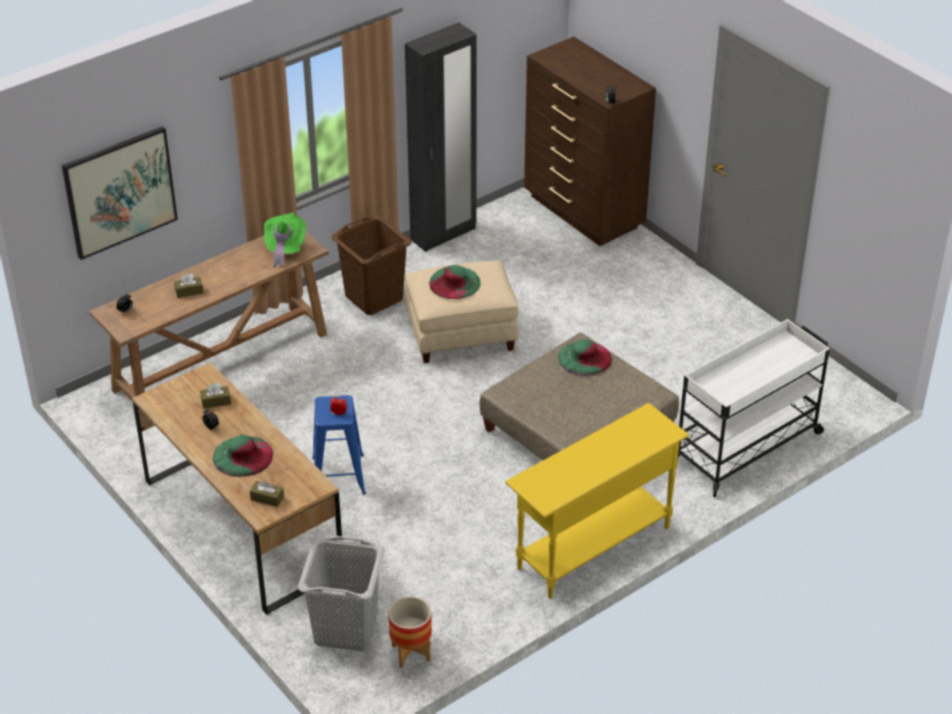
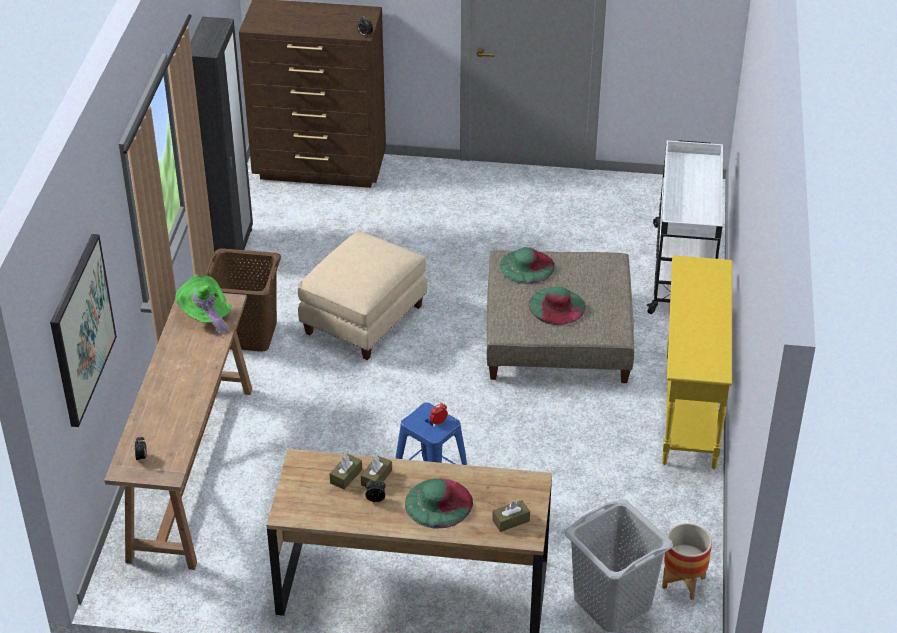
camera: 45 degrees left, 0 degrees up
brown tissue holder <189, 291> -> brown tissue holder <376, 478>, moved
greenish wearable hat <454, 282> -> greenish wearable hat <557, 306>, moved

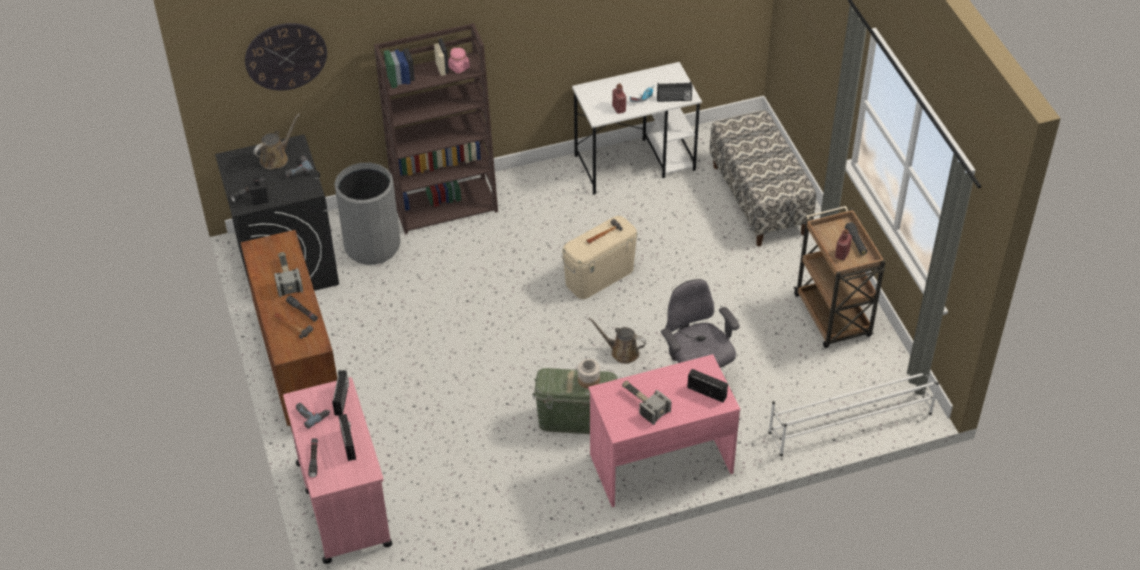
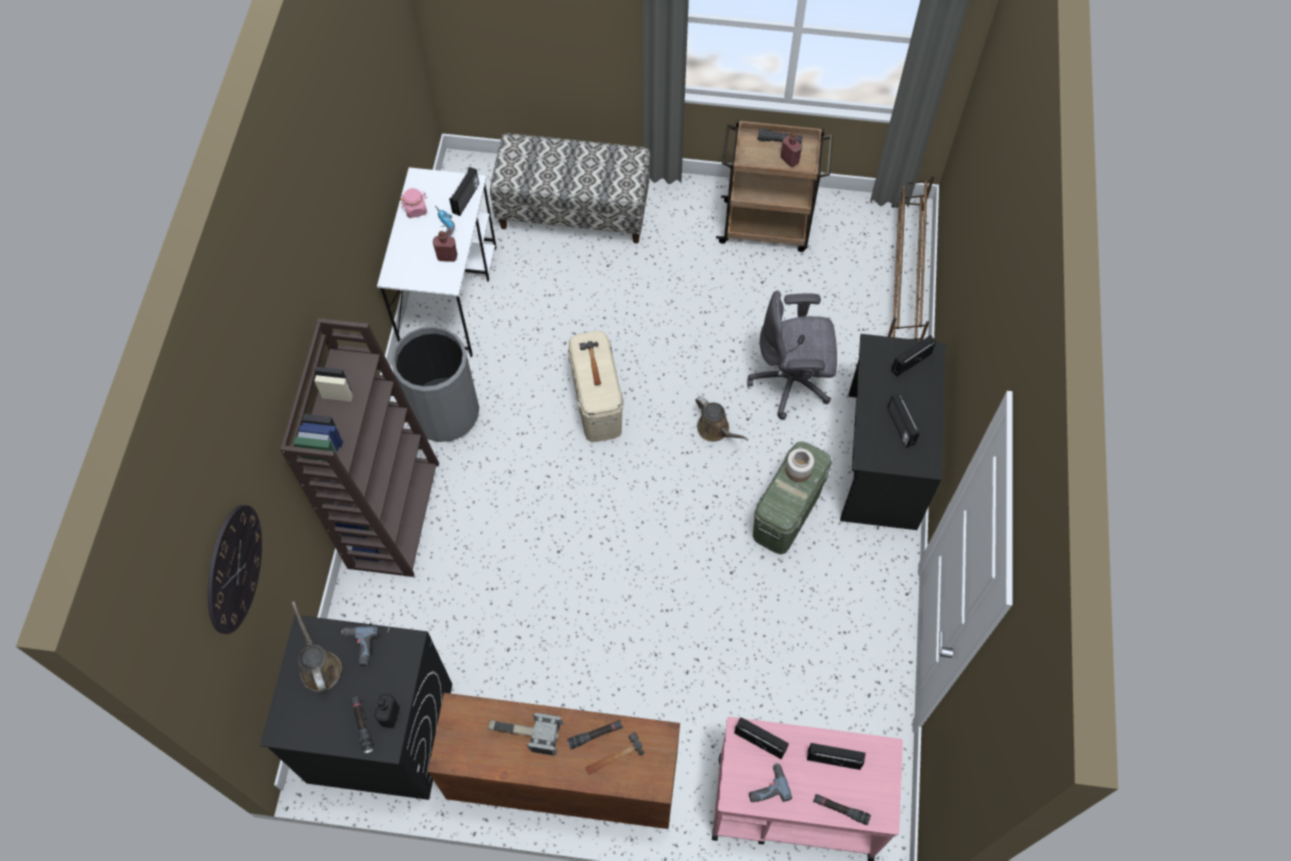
camera: 65 degrees left, 15 degrees up
gray rubbish bin <372, 245> -> gray rubbish bin <444, 412>, moved
pinkish preserve jar <459, 67> -> pinkish preserve jar <416, 209>, moved
brown sprinkling can <622, 352> -> brown sprinkling can <715, 430>, 90 degrees counterclockwise
pinkish desk <660, 463> -> black desk <879, 460>
tool hammer <643, 403> -> radio set <900, 427>
white-coloured shoe stand <849, 423> -> brown shoe stand <904, 277>

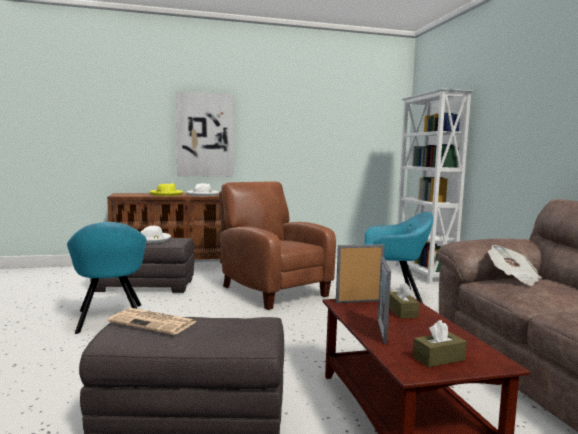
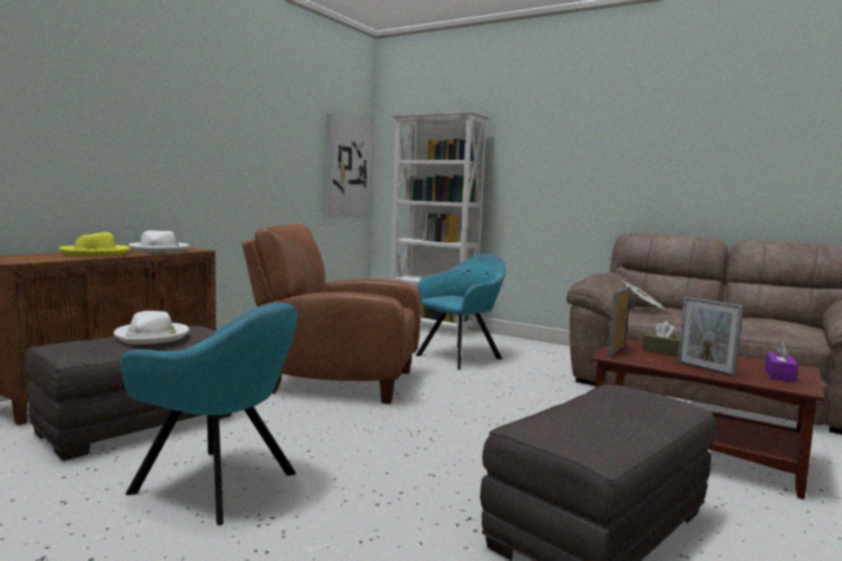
camera: 45 degrees left, 0 degrees up
wall picture <205, 135> -> wall picture <347, 168>, moved
brown tissue holder <438, 358> -> purple-coloured tissue holder <779, 375>
daily paper <154, 322> -> none

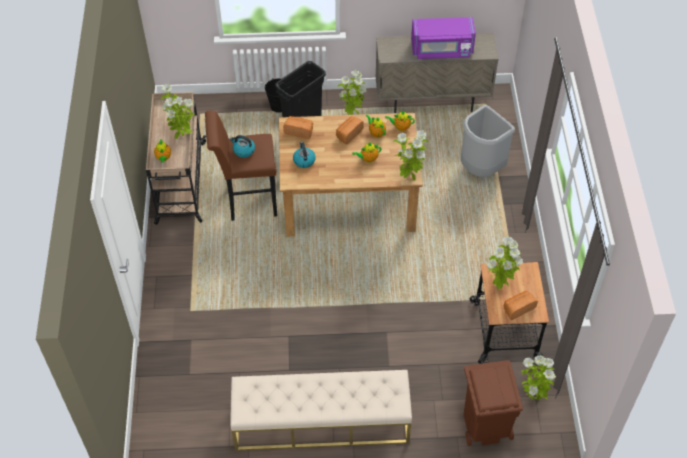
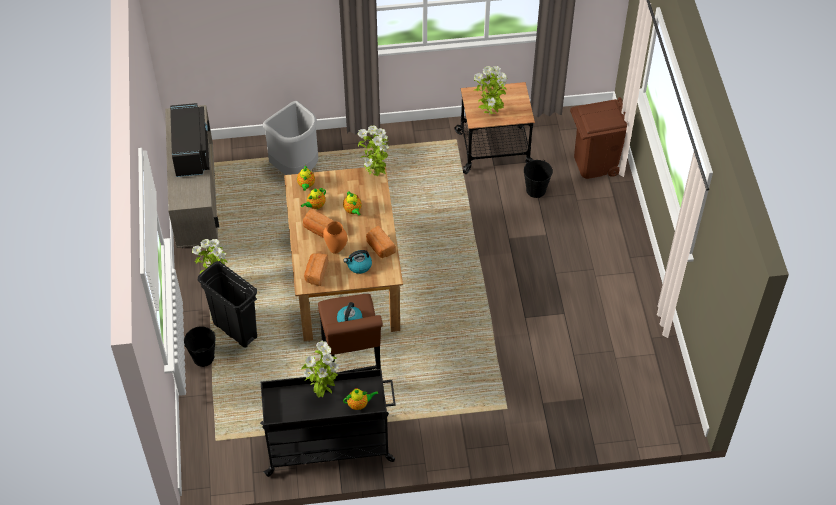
camera: 95 degrees left, 0 degrees up
purple-coloured microwave oven <441, 50> -> black microwave oven <191, 151>
sand-coloured cart <180, 183> -> black cart <330, 445>
none -> orange flower vase <336, 249>
bakery bread <518, 308> -> bakery bread <380, 247>, moved
none -> black bucket <535, 190>
sand-coloured indoor bench <321, 422> -> none
potted plant <533, 397> -> none

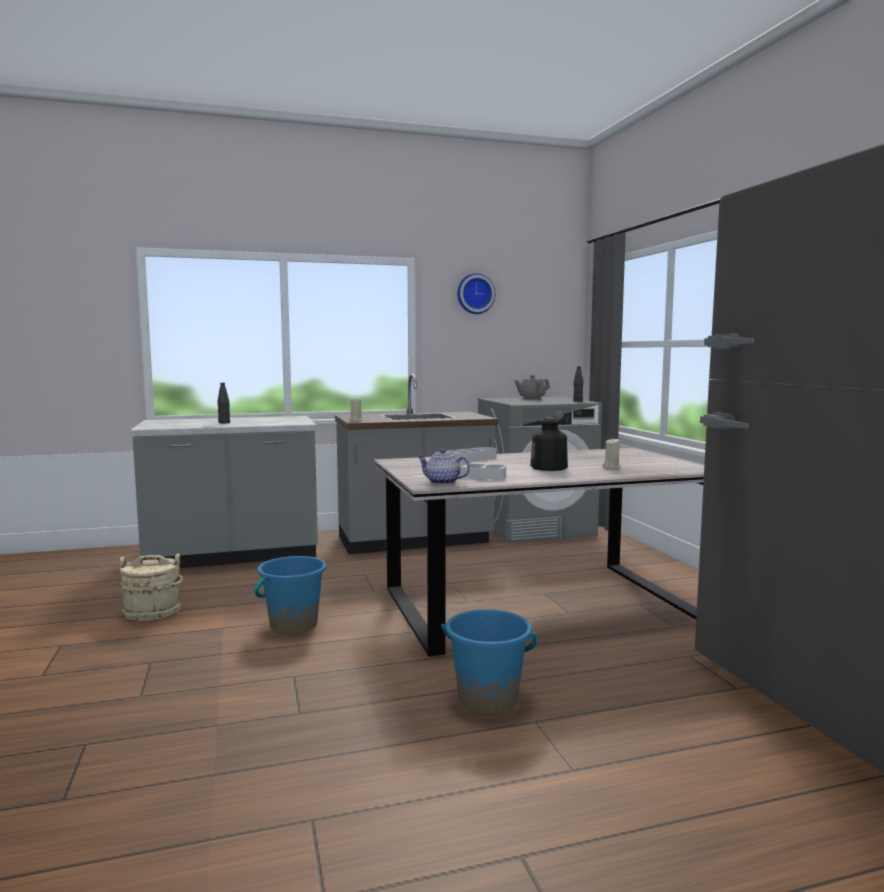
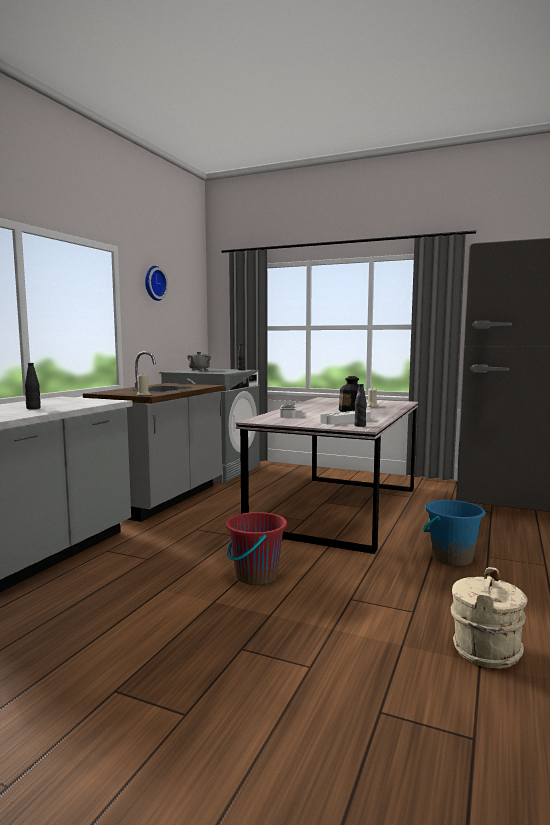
camera: 50 degrees left, 0 degrees up
bluish bucket <293, 625> -> red-coloured bucket <256, 576>
teapot <442, 482> -> black beverage bottle <360, 425>
sand-coloured bucket <153, 612> -> sand-coloured bucket <484, 650>, moved

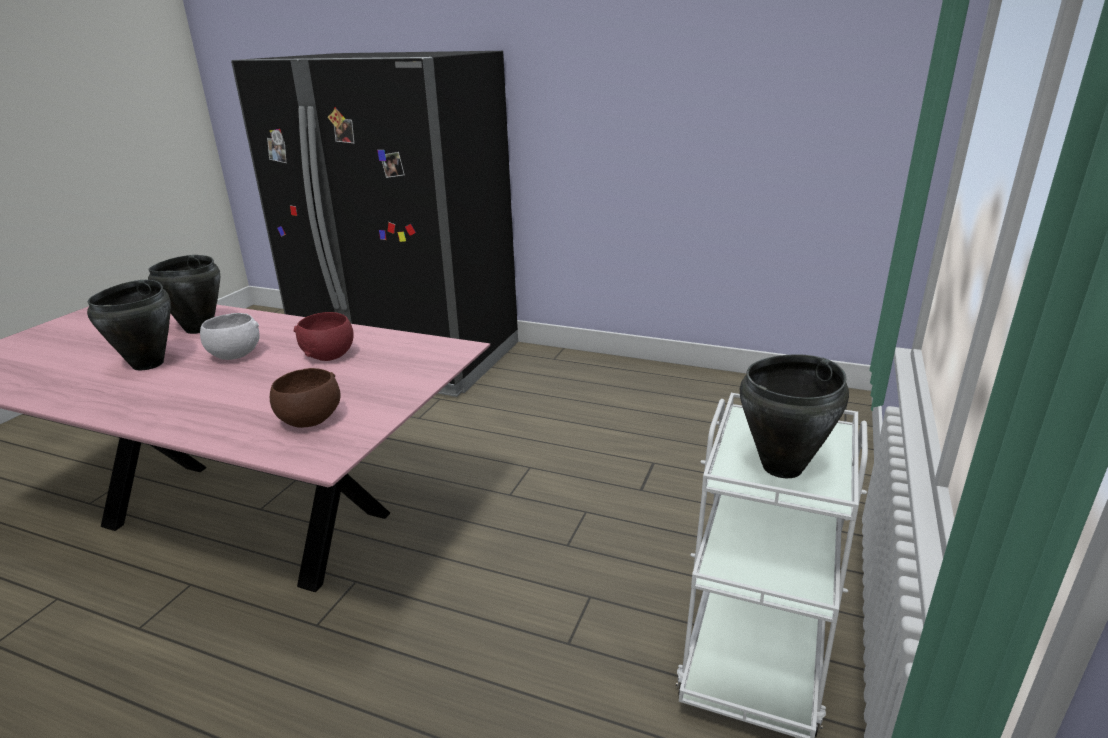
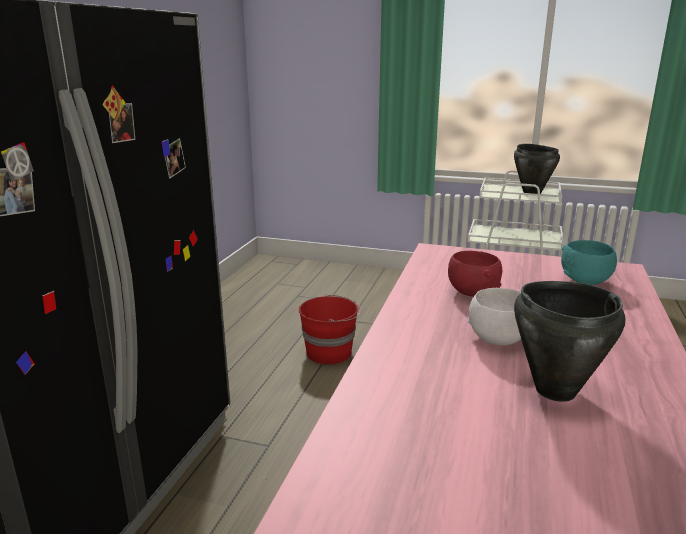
camera: 95 degrees left, 5 degrees down
none -> red-coloured bucket <330, 352>
brown bowl <309, 421> -> turquoise-coloured bowl <586, 281>
black stockpot <198, 329> -> none

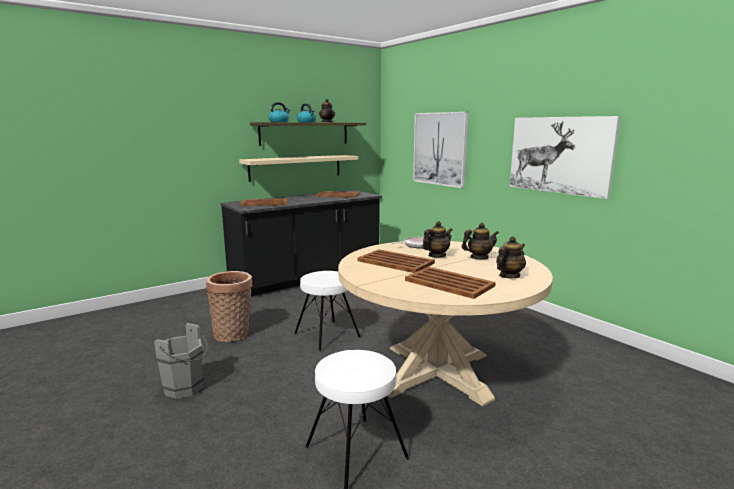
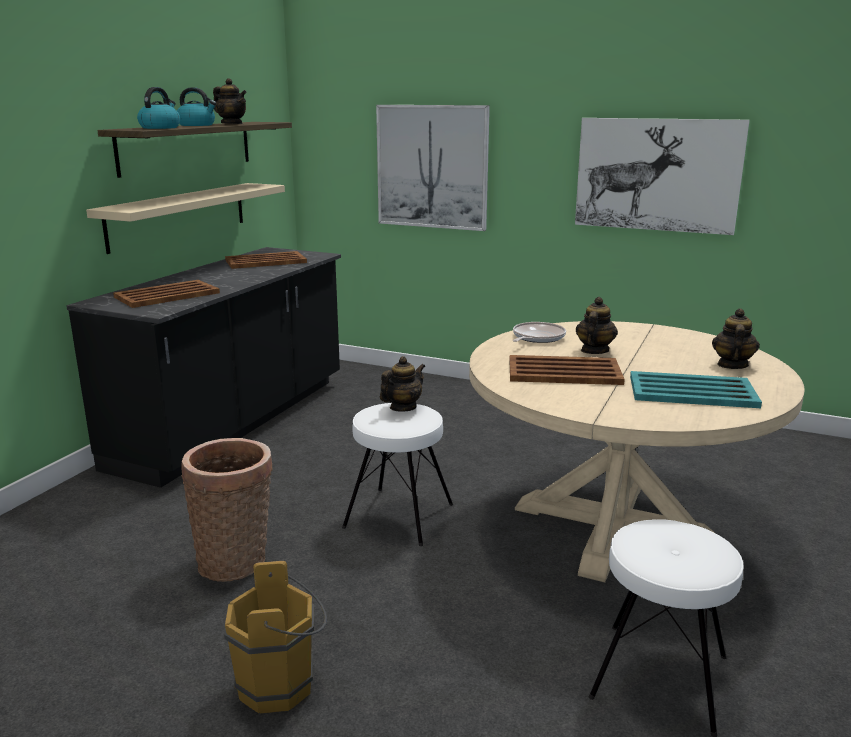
camera: 30 degrees left, 5 degrees up
gray bucket <186, 388> -> brown bucket <282, 686>
teapot <479, 257> -> teapot <402, 407>, moved
brown tray <448, 283> -> turquoise-coloured tray <690, 391>

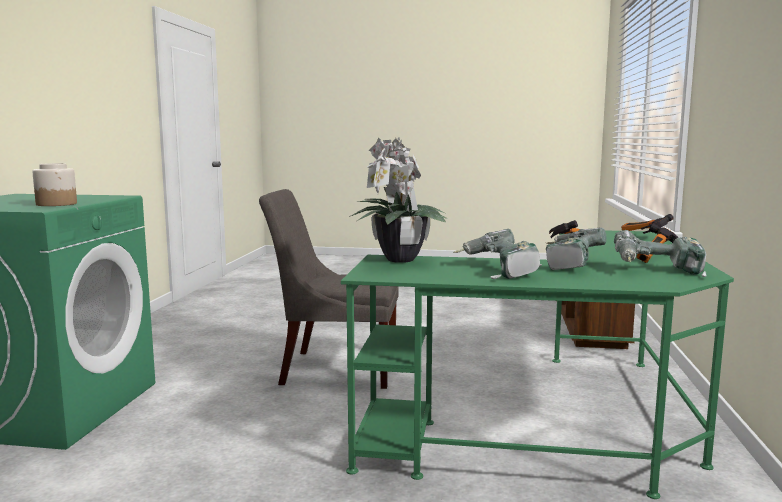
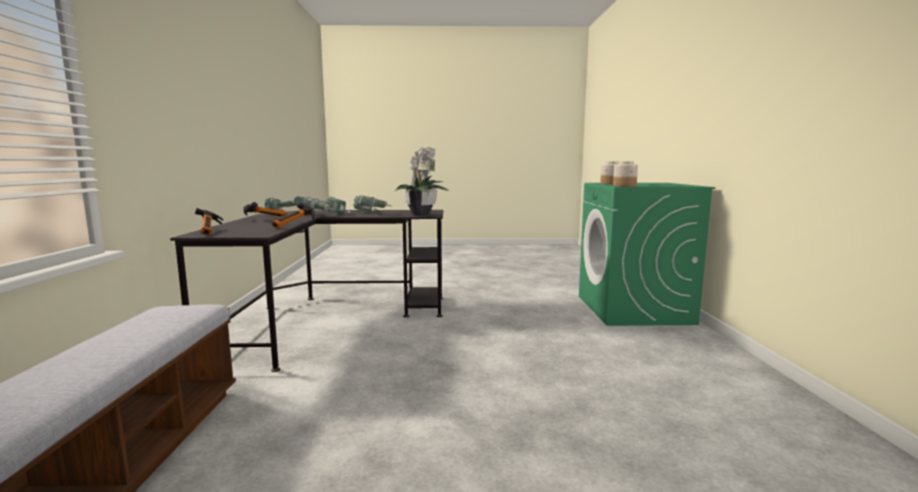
camera: 170 degrees right, 0 degrees up
greenish desk <561, 425> -> black desk <326, 319>
none -> preserve jar <624, 186>
gray plain chair <334, 368> -> none

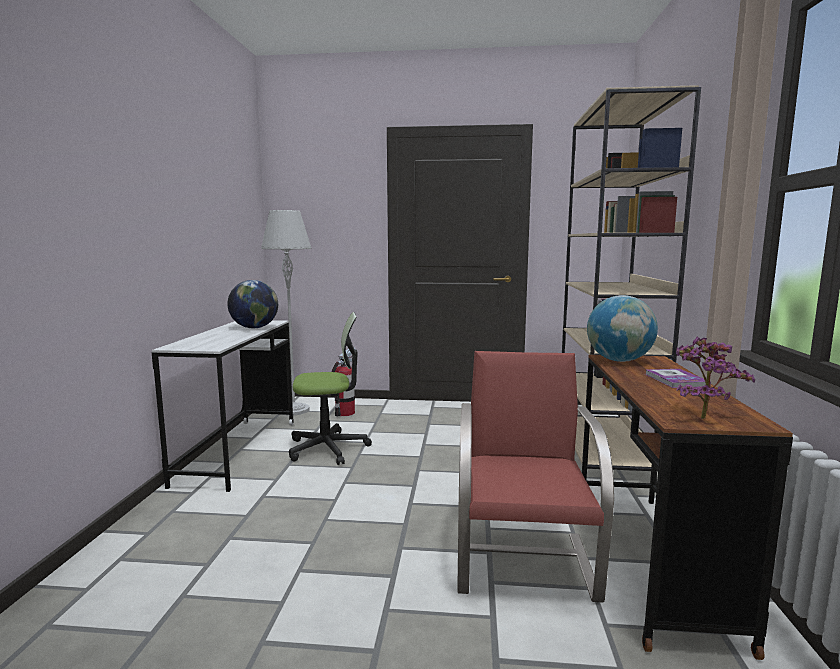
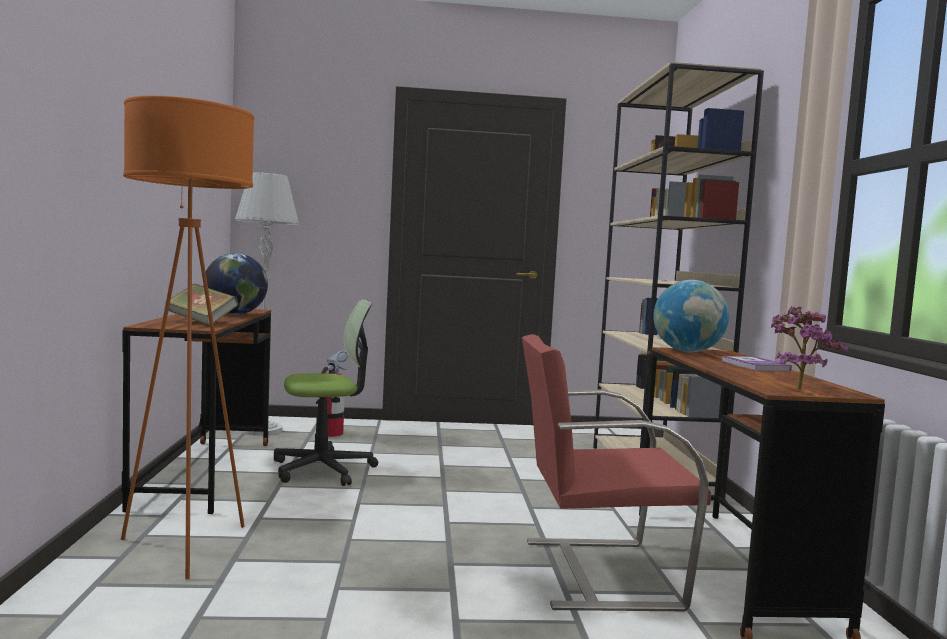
camera: 10 degrees left, 5 degrees down
none -> orange standing lamp <185, 547>
white-coloured desk <238, 452> -> brown desk <206, 473>
none -> book <201, 322>
red-coloured plain chair <524, 561> -> red-coloured plain chair <596, 572>, 90 degrees counterclockwise

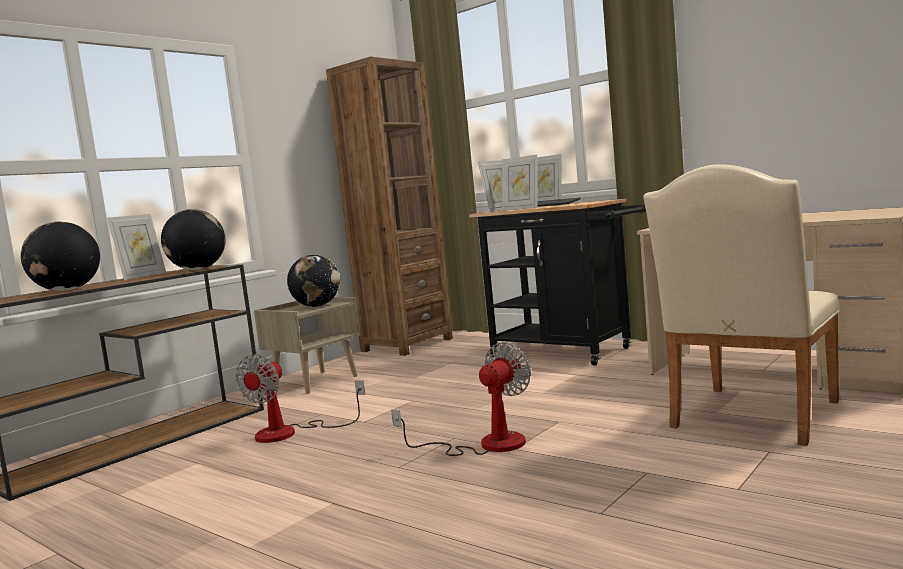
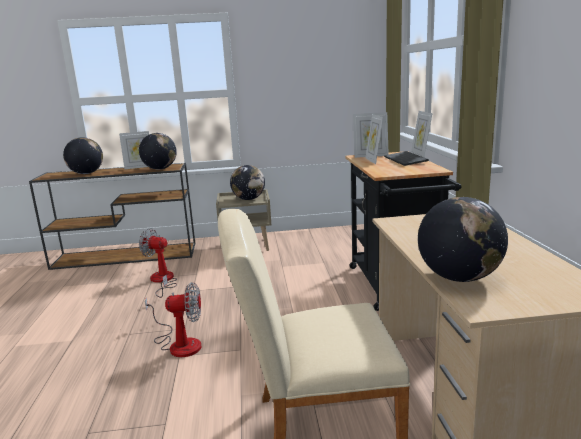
camera: 45 degrees right, 10 degrees up
electric fan <291, 432> -> electric fan <162, 281>, 45 degrees clockwise
none -> desk globe <459, 277>
brown shelving unit <407, 345> -> none

